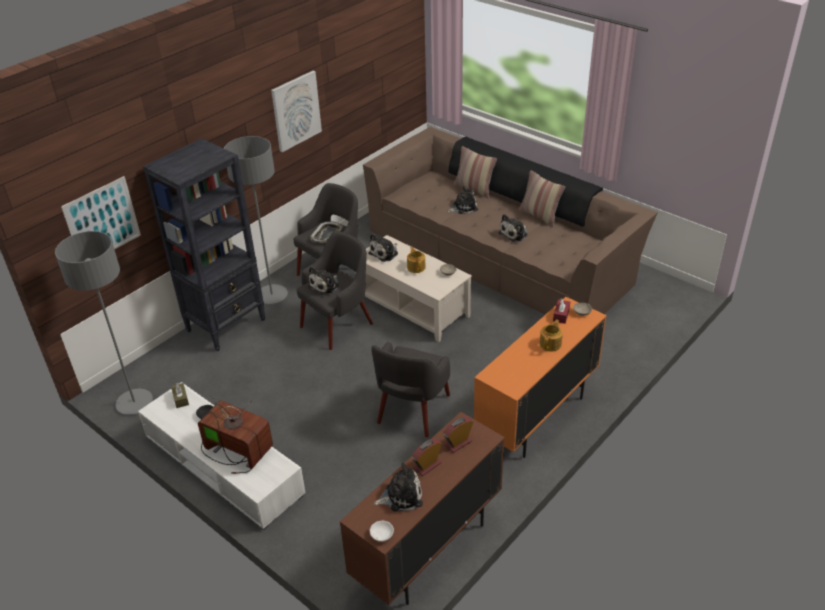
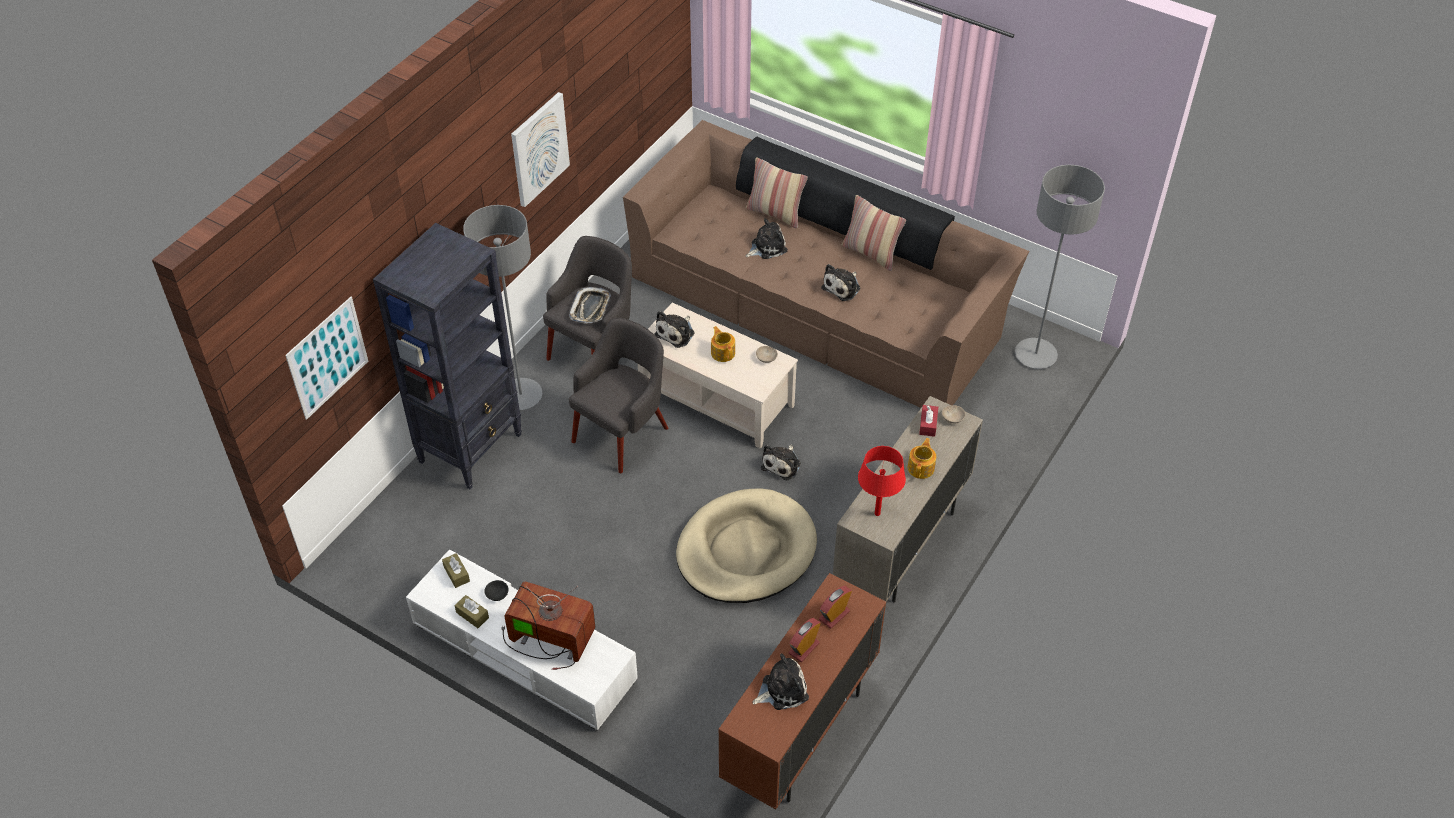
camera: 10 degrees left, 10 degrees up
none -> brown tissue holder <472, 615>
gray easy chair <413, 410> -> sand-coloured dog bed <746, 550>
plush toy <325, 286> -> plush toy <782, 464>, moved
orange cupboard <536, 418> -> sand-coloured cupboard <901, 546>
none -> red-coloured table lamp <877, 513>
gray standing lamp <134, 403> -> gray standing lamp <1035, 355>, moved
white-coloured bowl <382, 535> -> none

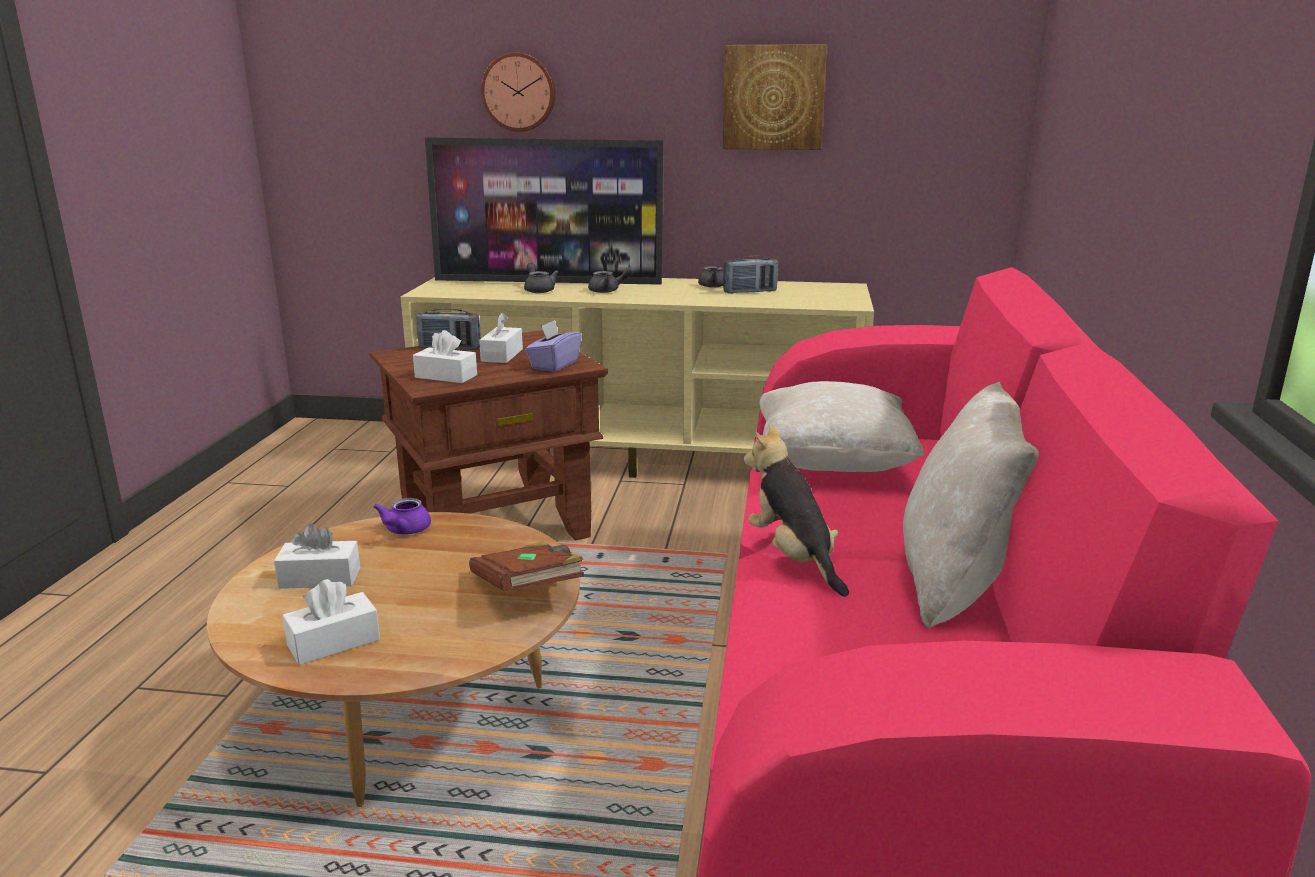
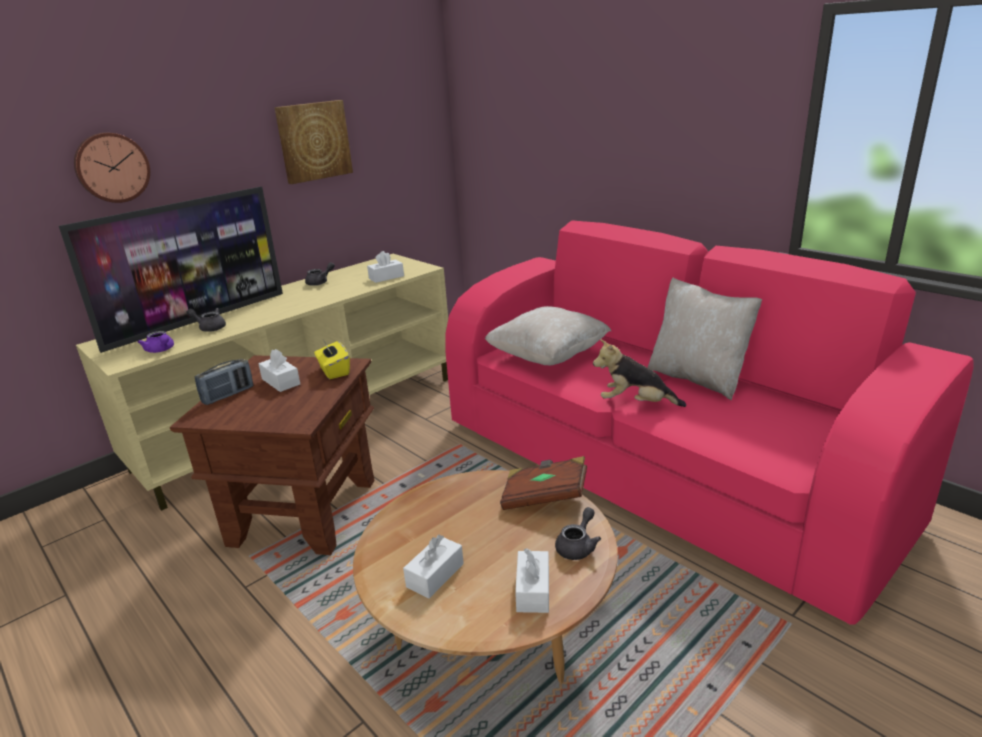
camera: 50 degrees left, 5 degrees up
purple-coloured teapot <404, 531> -> purple-coloured teapot <161, 350>, moved
purple-coloured tissue holder <554, 365> -> yellow-coloured tissue holder <334, 371>
white-coloured tissue holder <446, 376> -> white-coloured tissue holder <386, 277>, moved
gray teapot <608, 291> -> gray teapot <578, 546>, moved
radio set <750, 292> -> none

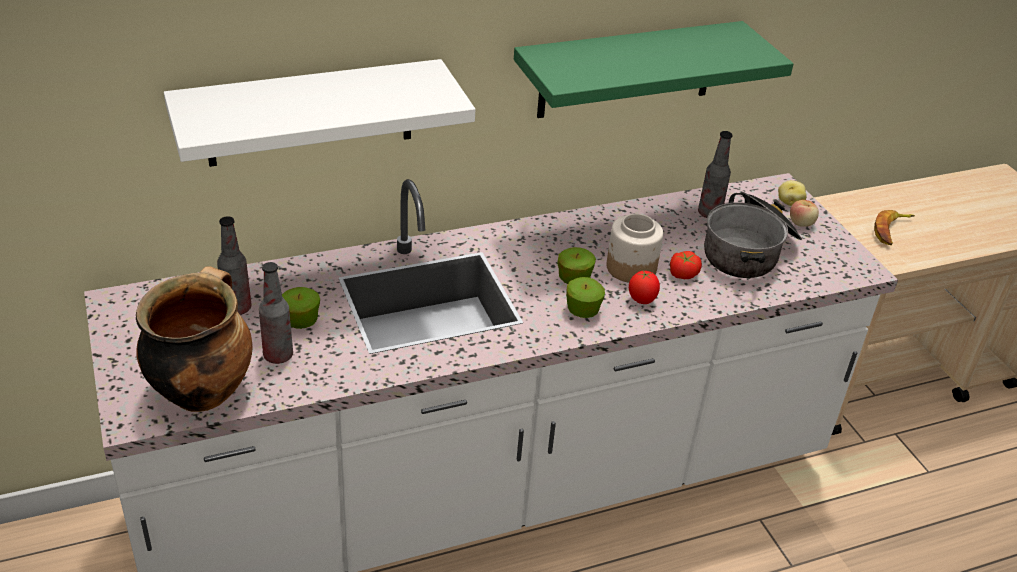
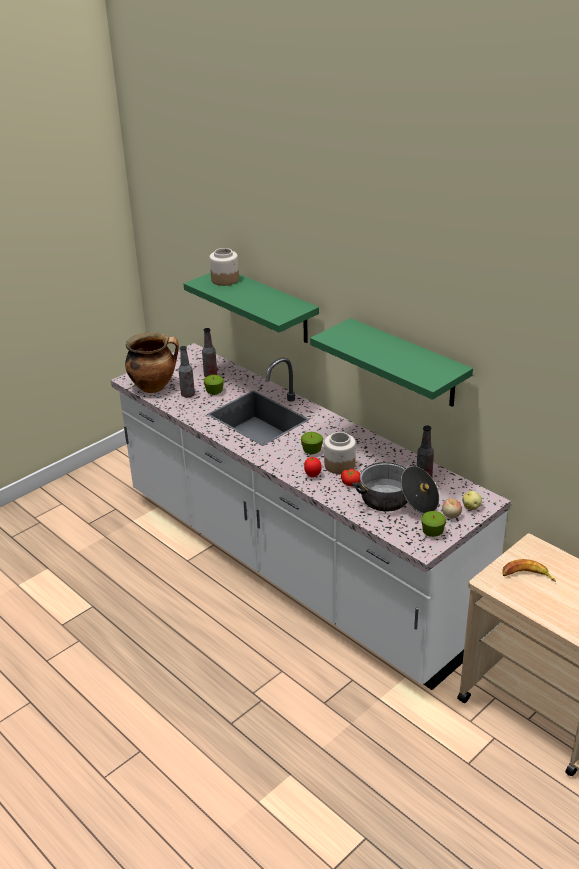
camera: 70 degrees right, 5 degrees down
white-coloured shelf <310, 113> -> greenish shelf <269, 306>
none -> preserve jar <225, 279>
whole apple <582, 311> -> whole apple <432, 532>, moved

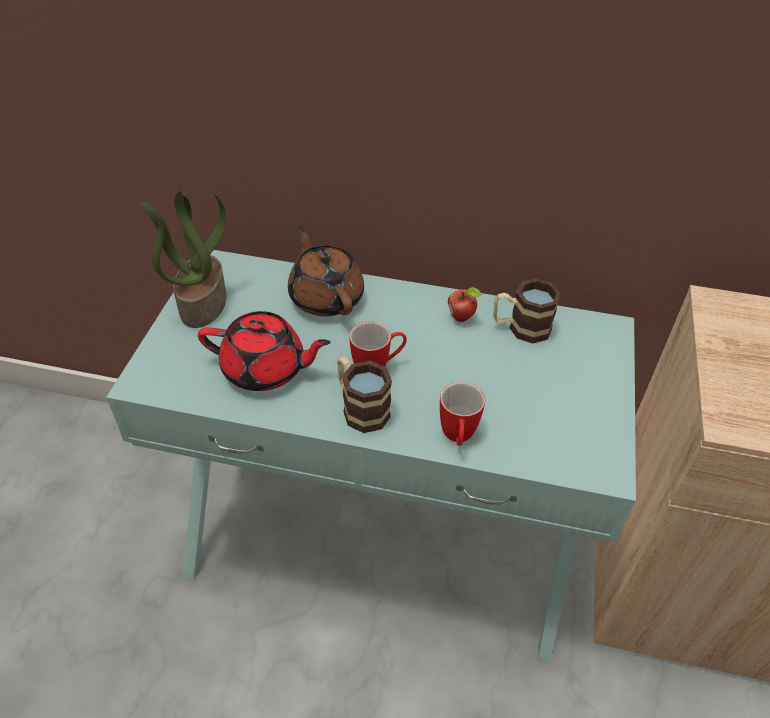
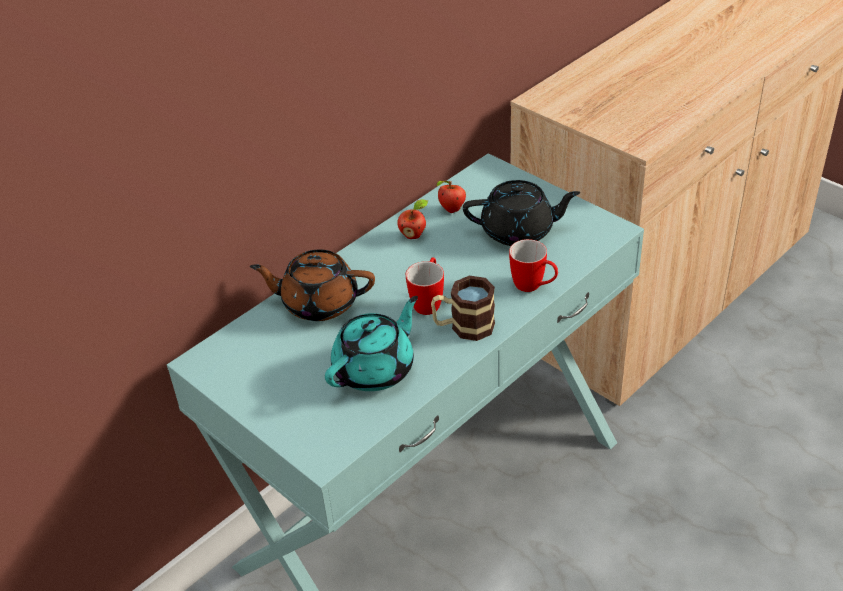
camera: 55 degrees left, 5 degrees down
red-coloured teapot <265, 369> -> turquoise-coloured teapot <375, 369>
mug <520, 328> -> whole apple <451, 210>
none -> black teapot <519, 231>
potted plant <202, 303> -> none

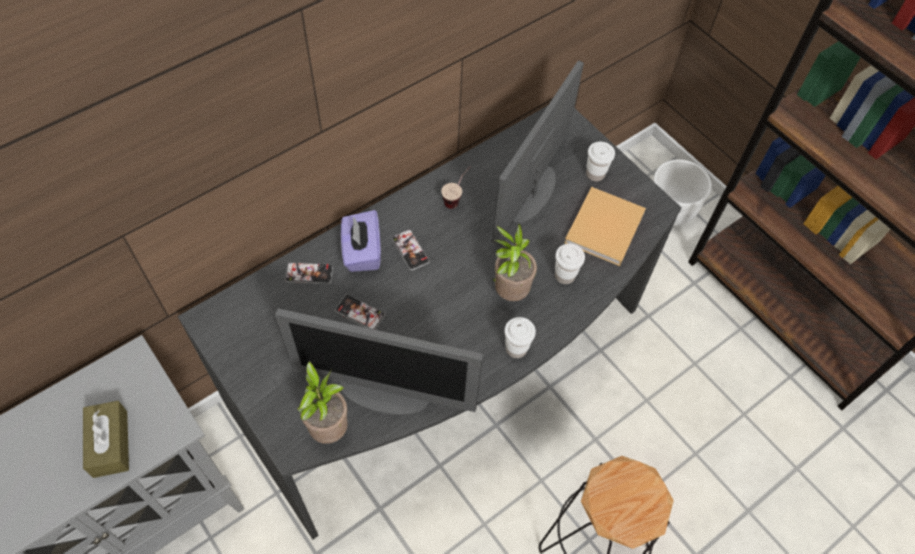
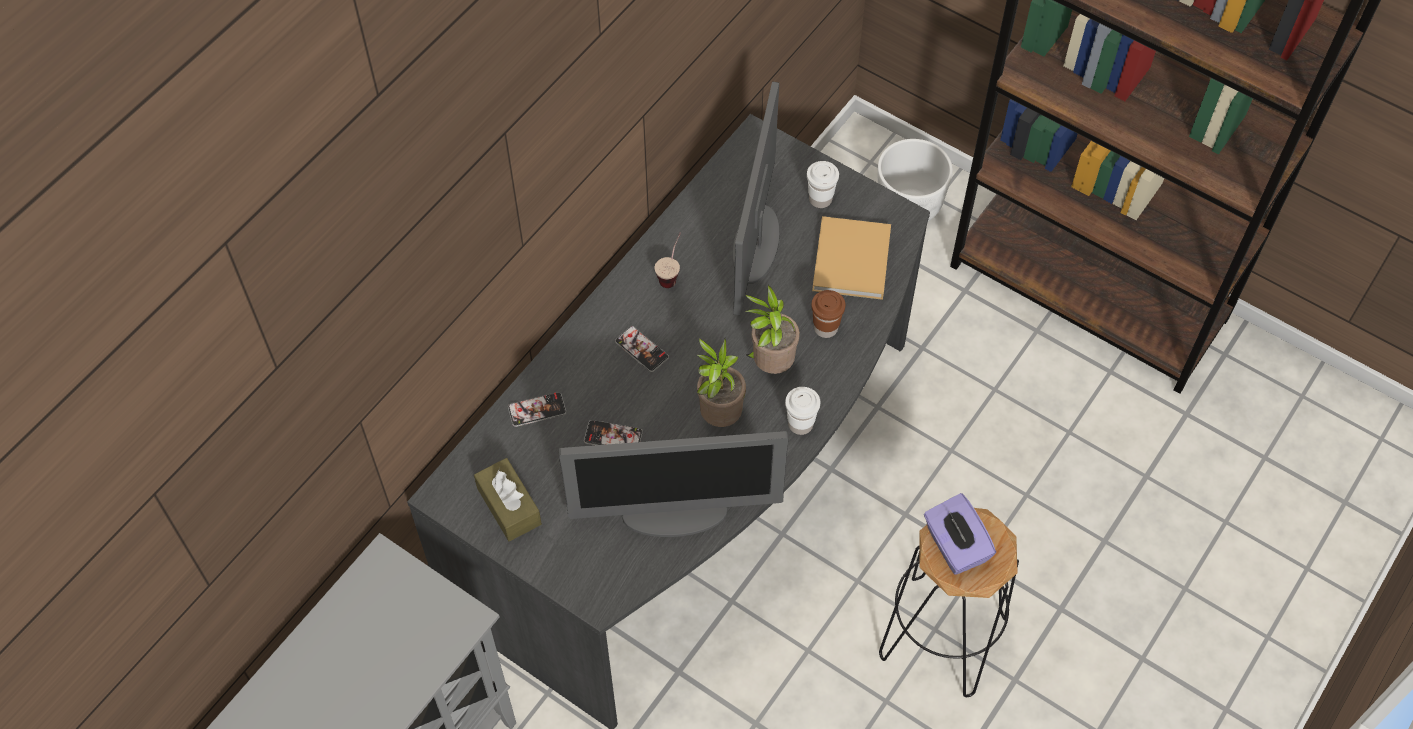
camera: 15 degrees left, 0 degrees up
brown tissue holder <110, 443> -> brown tissue holder <509, 506>, moved
potted plant <329, 428> -> potted plant <719, 415>, moved
white-coloured cup <564, 276> -> brown cup <825, 328>
purple-coloured tissue holder <362, 252> -> purple-coloured tissue holder <955, 546>, moved

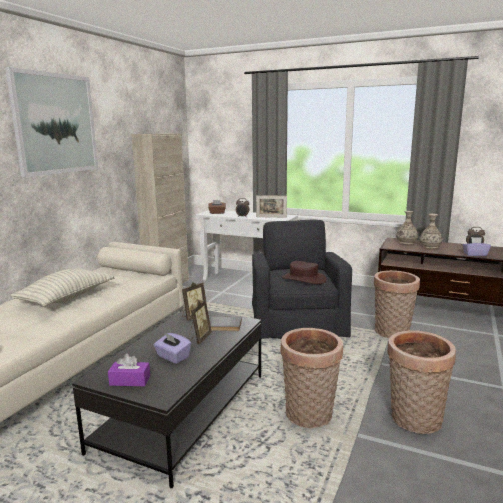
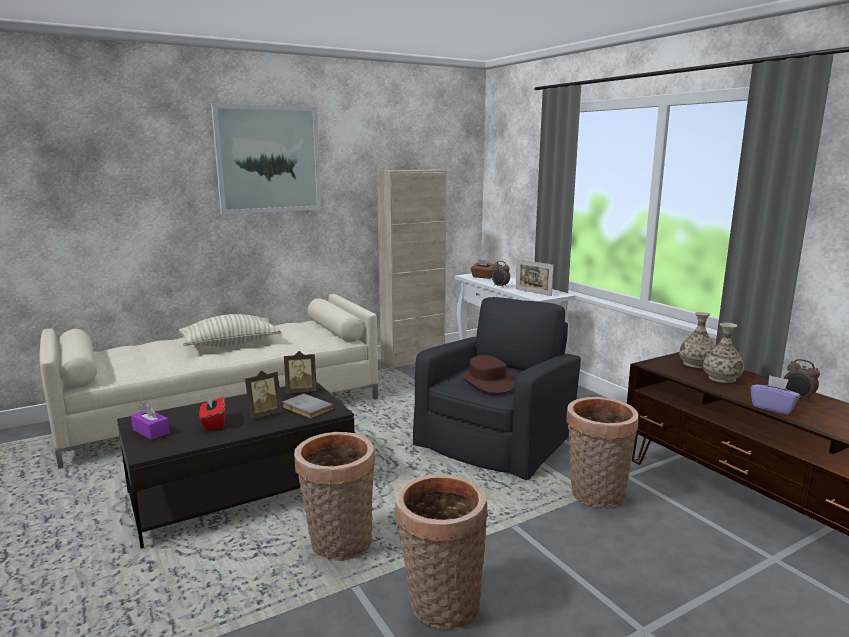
camera: 35 degrees right, 0 degrees up
purple-coloured tissue holder <173, 357> -> red-coloured tissue holder <214, 423>

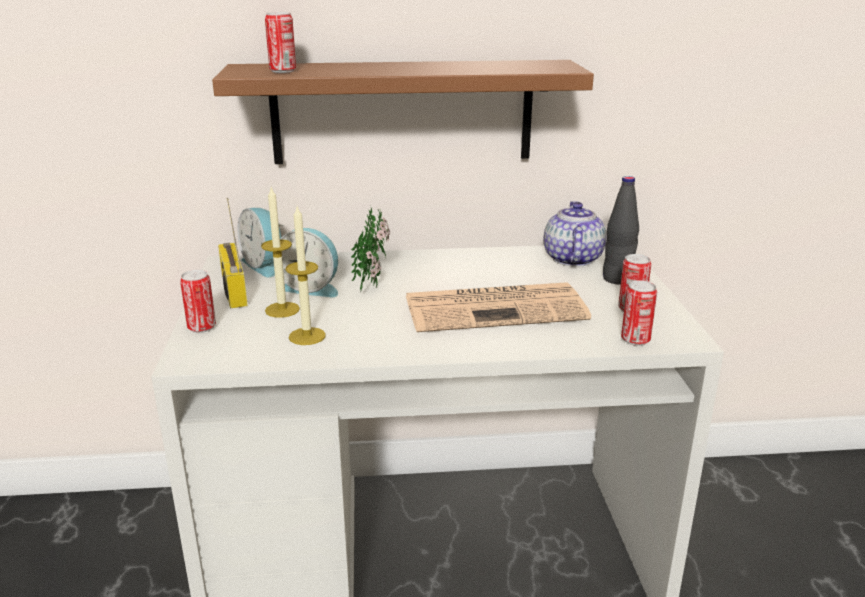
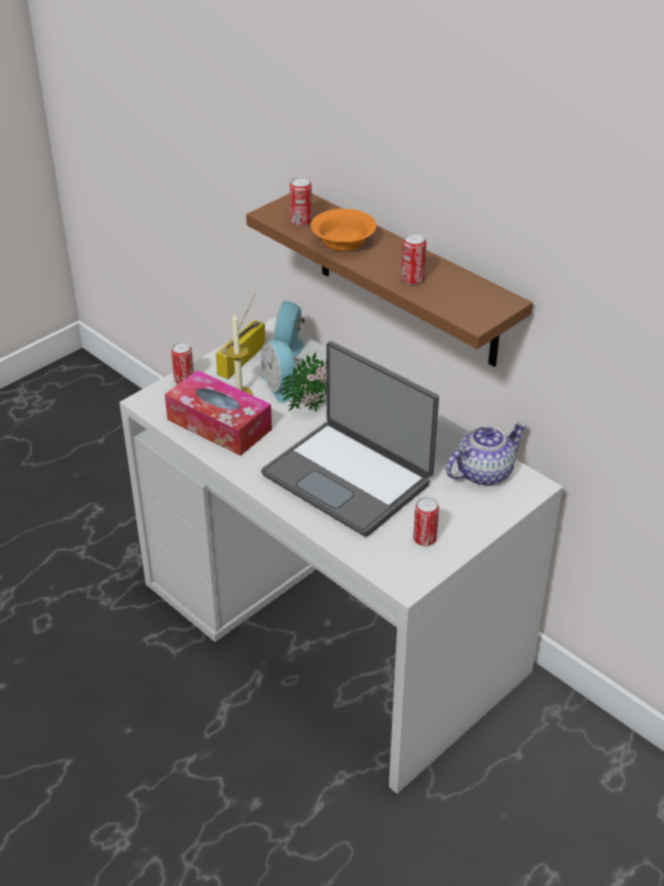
camera: 50 degrees right, 15 degrees up
wax light <307, 336> -> tissue holder <219, 424>
daily paper <497, 308> -> laptop <349, 478>
none -> orange bowl <342, 241>
can <635, 340> -> can <412, 279>, moved
black beverage bottle <617, 279> -> none

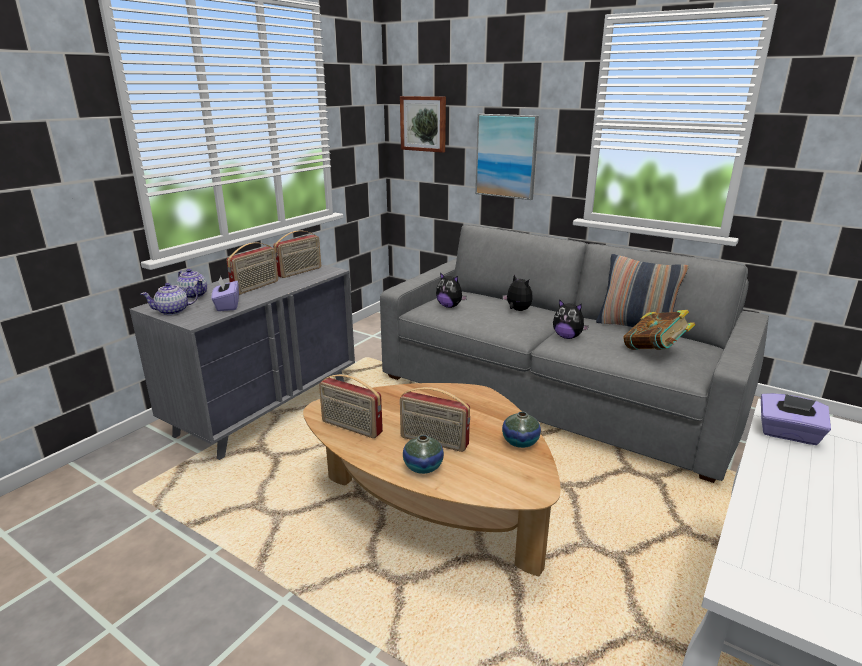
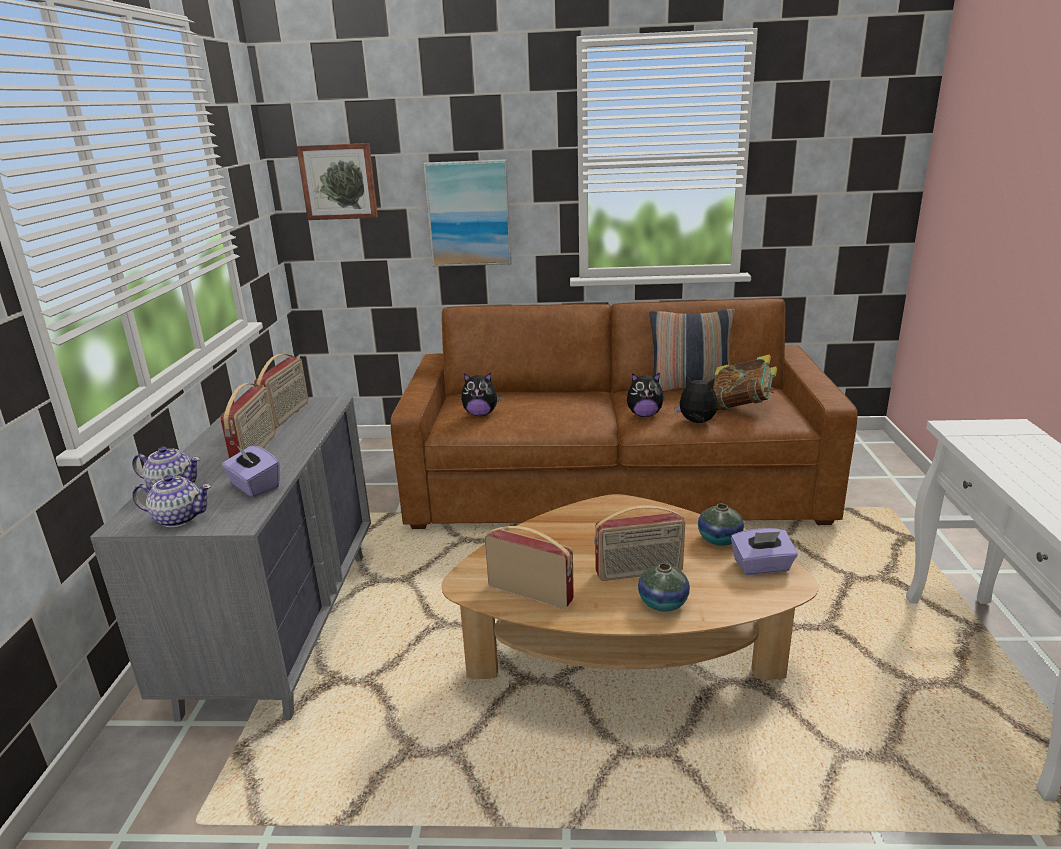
camera: 30 degrees left, 0 degrees up
teapot <173, 311> -> teapot <178, 518>, 120 degrees counterclockwise
gray sofa <556, 391> -> brown sofa <613, 484>
radio set <351, 427> -> radio set <531, 592>, 150 degrees counterclockwise
plush toy <517, 310> -> plush toy <696, 422>, moved
purple-coloured tissue holder <788, 434> -> purple-coloured tissue holder <762, 566>, moved

